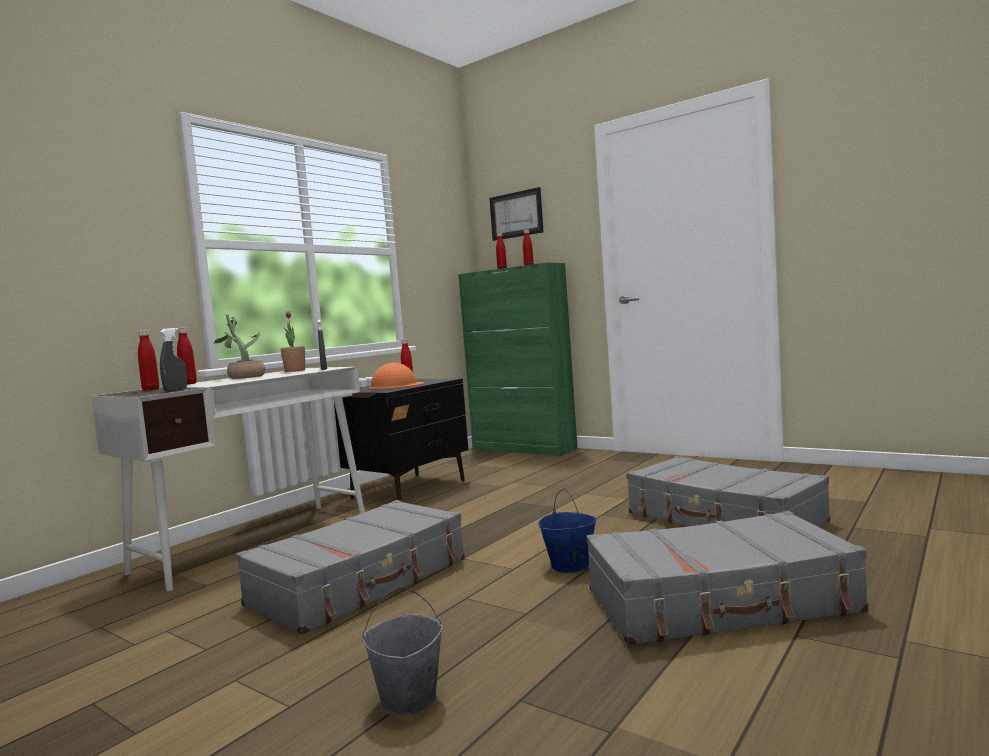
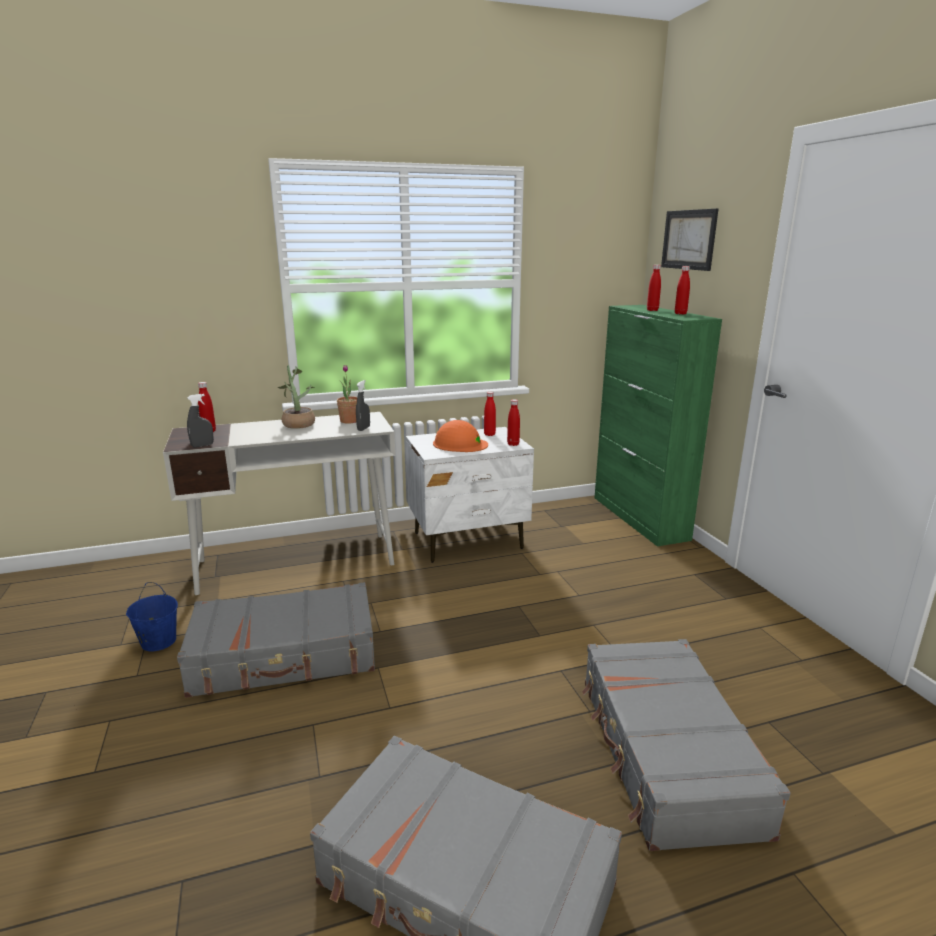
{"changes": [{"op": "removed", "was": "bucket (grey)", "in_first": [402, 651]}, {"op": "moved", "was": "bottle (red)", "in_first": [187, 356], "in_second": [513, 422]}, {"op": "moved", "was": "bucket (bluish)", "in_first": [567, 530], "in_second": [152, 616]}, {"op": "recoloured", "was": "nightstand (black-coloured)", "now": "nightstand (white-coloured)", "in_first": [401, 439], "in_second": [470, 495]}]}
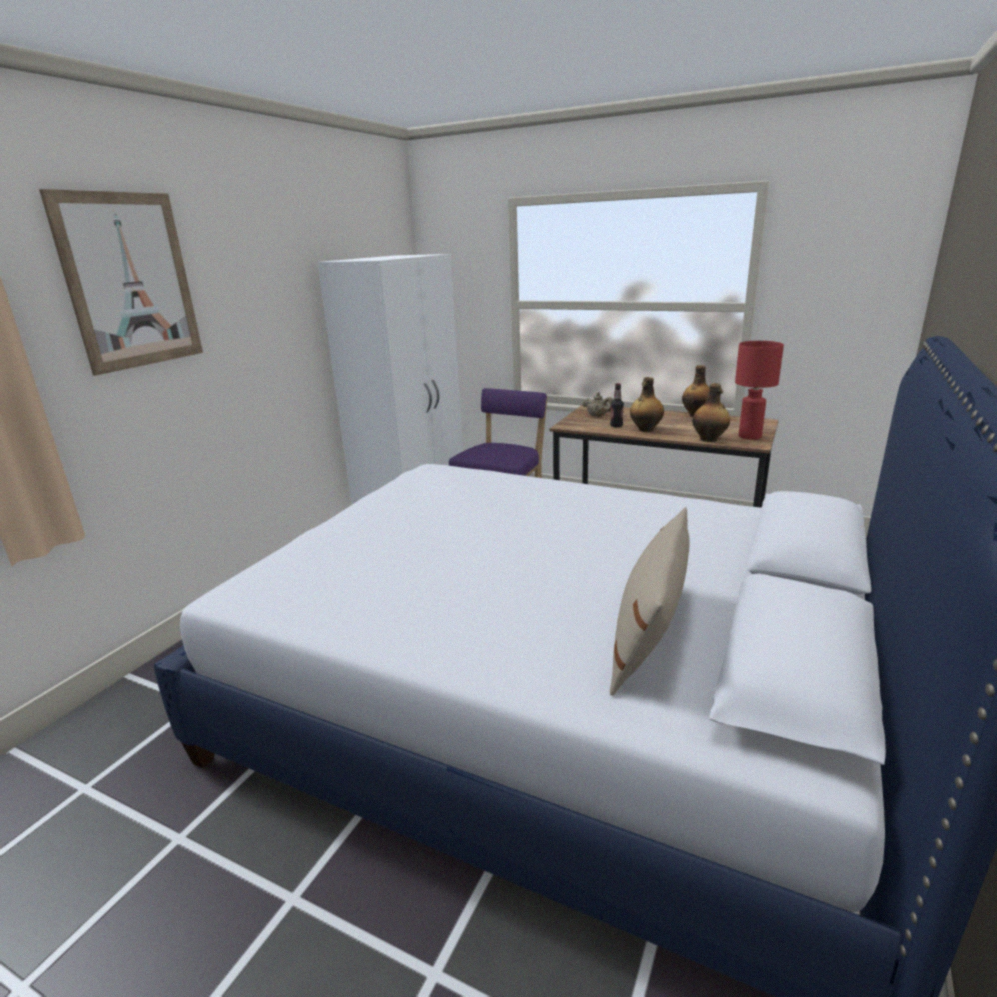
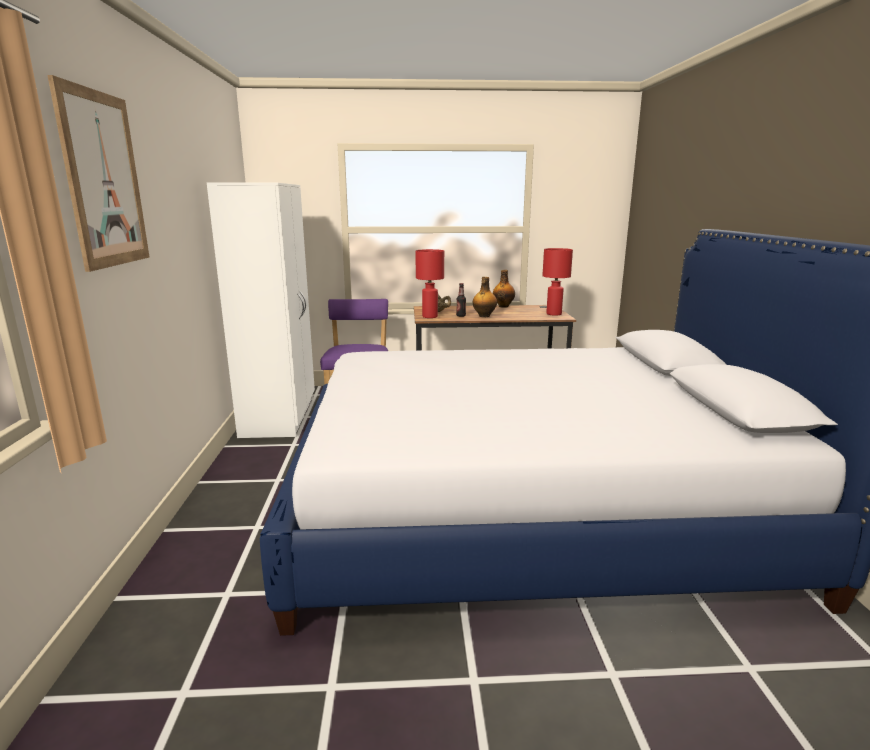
{"changes": [{"op": "removed", "was": "throw pillow (sand-coloured)", "in_first": [650, 601]}, {"op": "removed", "was": "bottle", "in_first": [711, 412]}, {"op": "added", "now": "lamp for a table (red)", "in_second": [429, 283]}]}
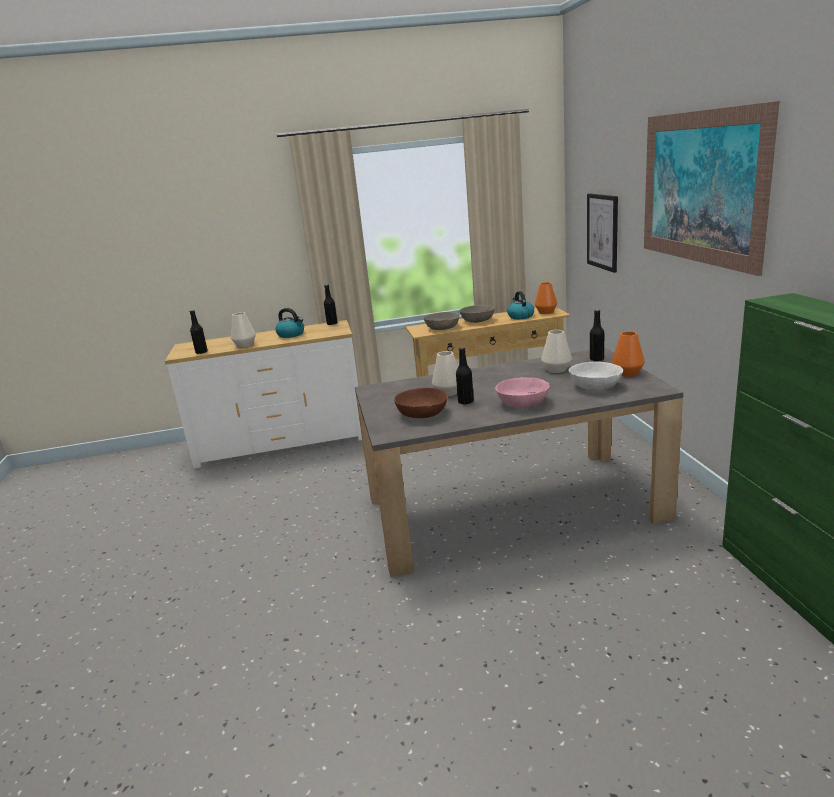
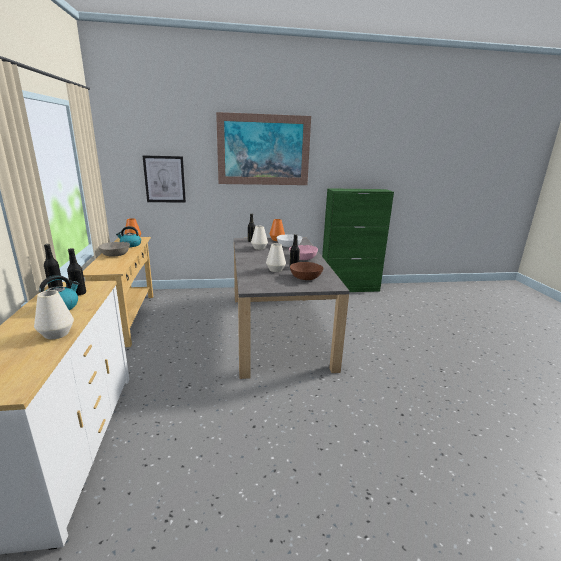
{"changes": [{"op": "removed", "was": "serving bowl (grey)", "in_first": [442, 321]}, {"op": "moved", "was": "bottle (black-coloured)", "in_first": [199, 332], "in_second": [76, 272]}]}
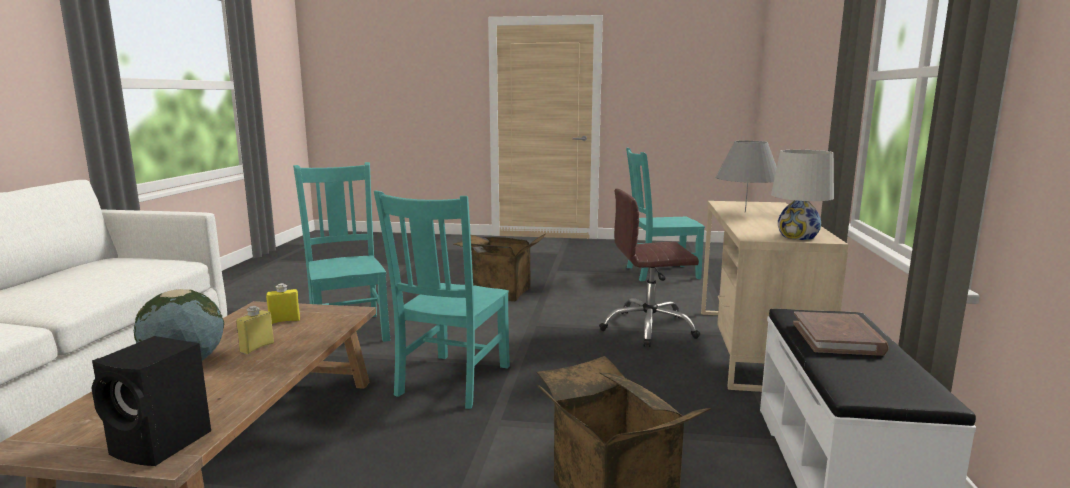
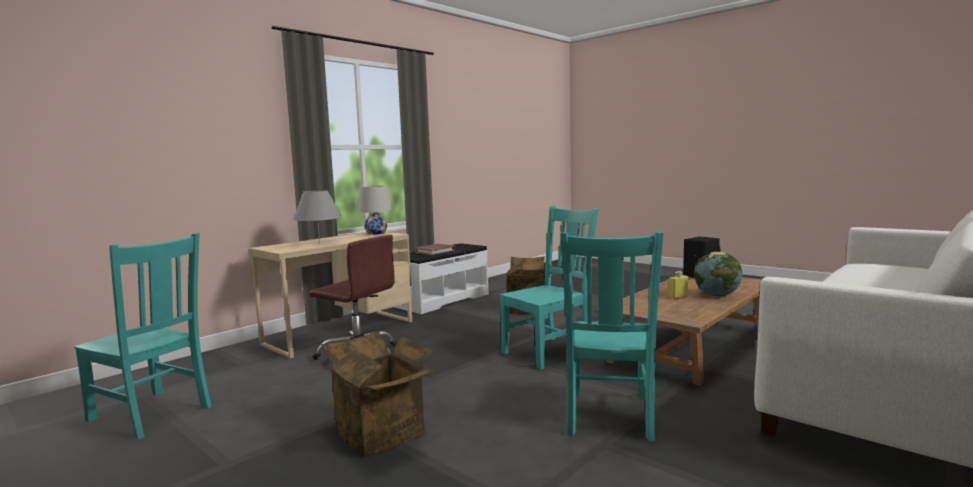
{"changes": [{"op": "removed", "was": "bottle (yellow)", "in_first": [283, 303]}]}
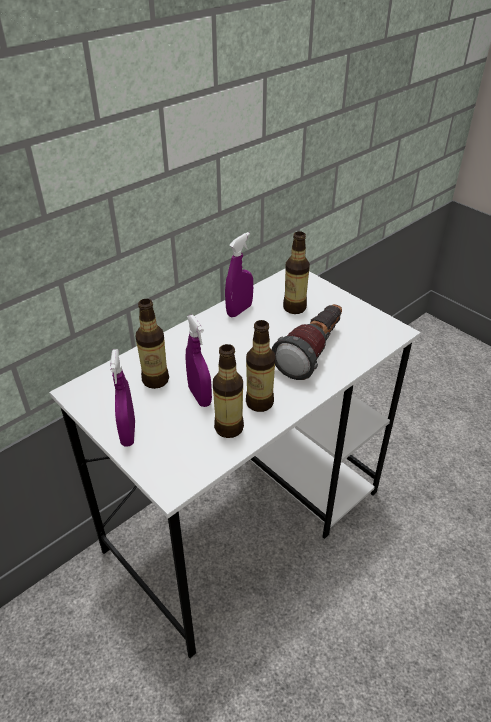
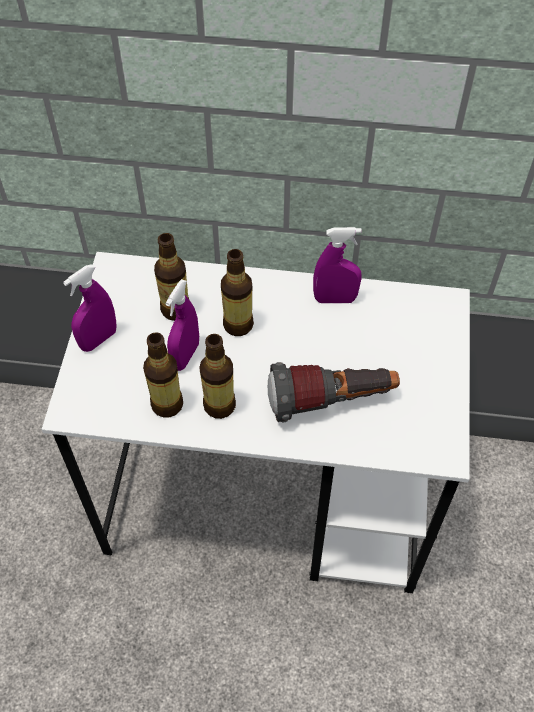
{"changes": [{"op": "moved", "was": "bottle", "in_first": [296, 272], "in_second": [237, 292]}]}
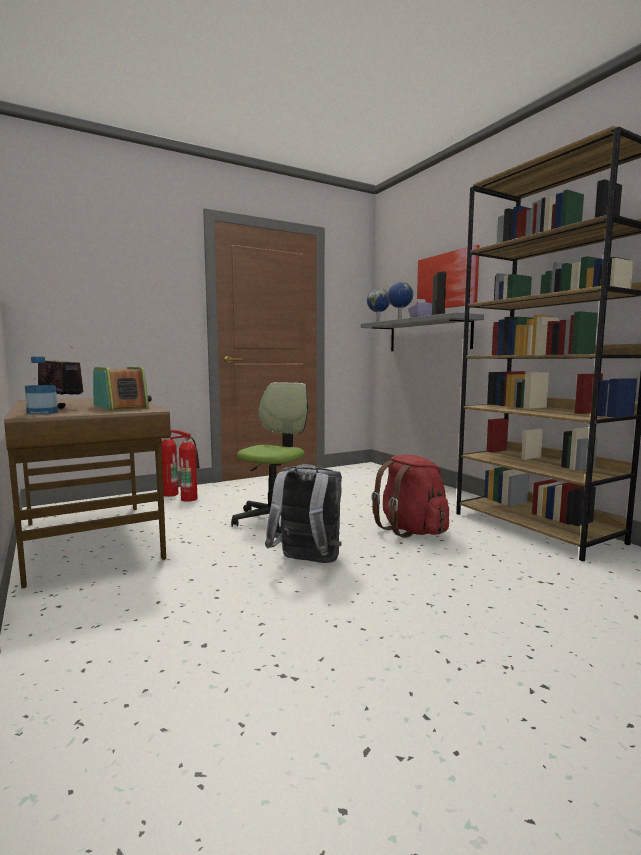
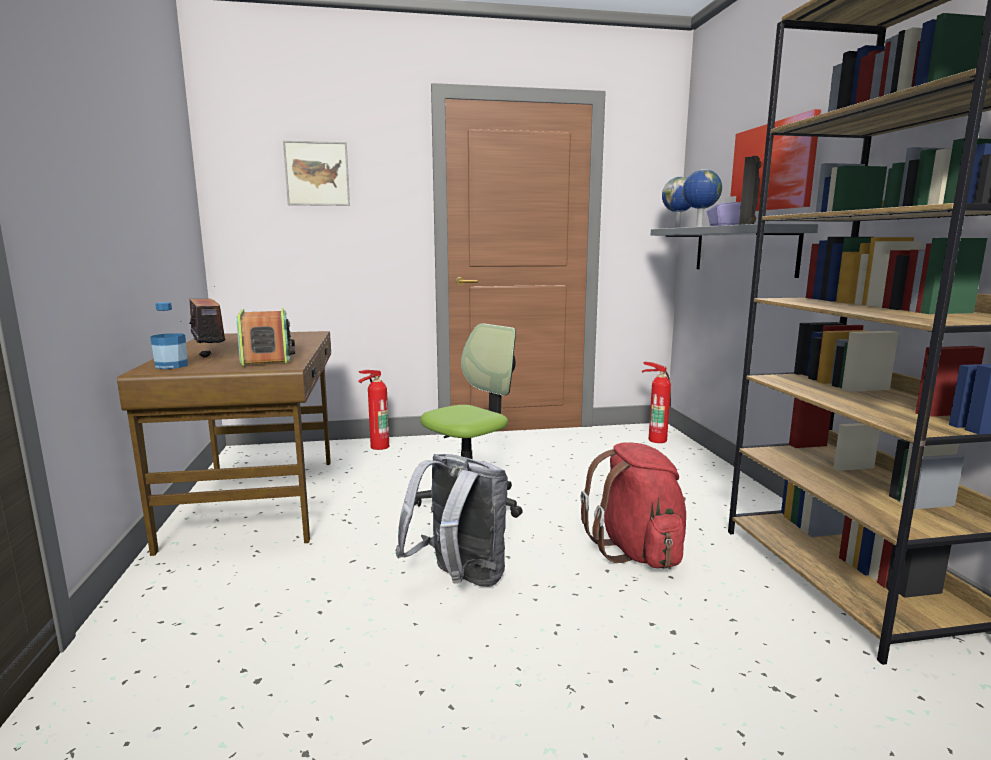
{"changes": [{"op": "added", "now": "wall art", "in_second": [316, 173]}, {"op": "moved", "was": "fire extinguisher", "in_first": [185, 466], "in_second": [656, 402]}]}
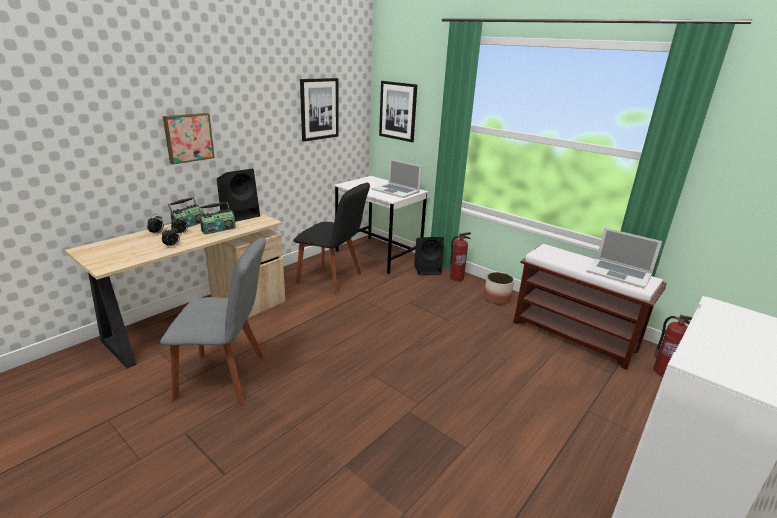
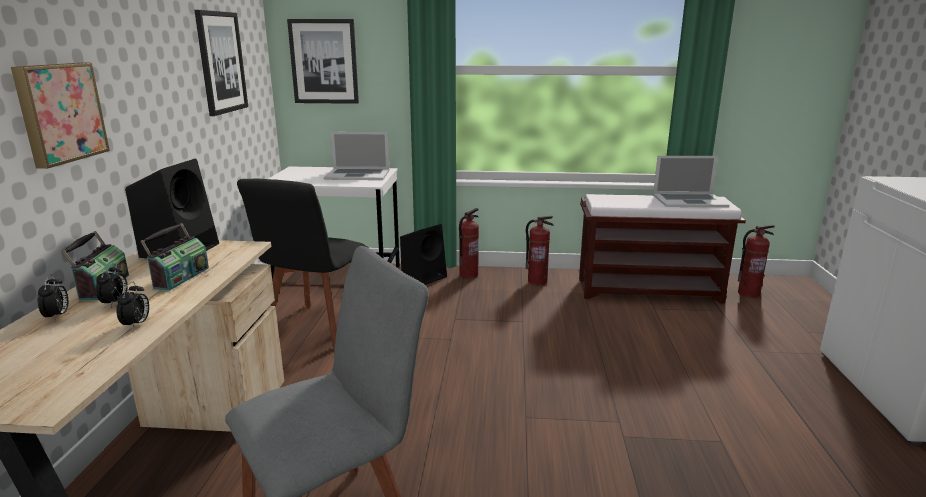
{"changes": [{"op": "replaced", "was": "planter", "now": "fire extinguisher", "in_first": [499, 288], "in_second": [540, 250]}, {"op": "turned", "was": "plain chair (black-coloured)", "in_first": [331, 239], "in_second": [303, 263], "clockwise": 120}]}
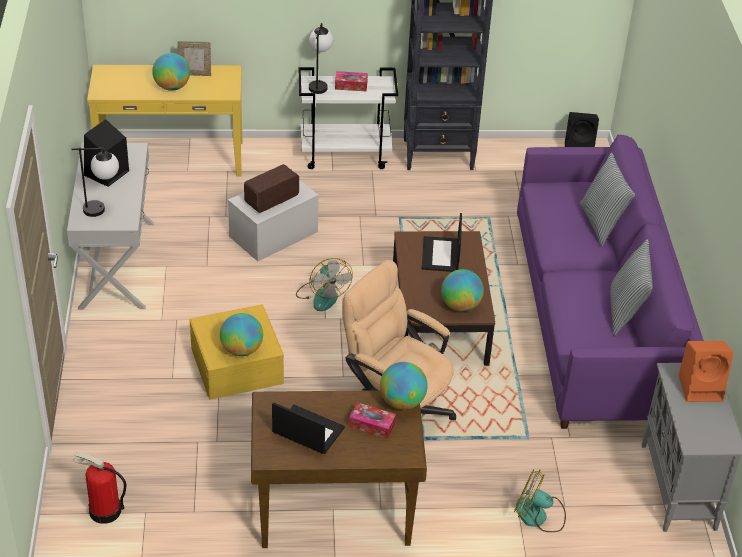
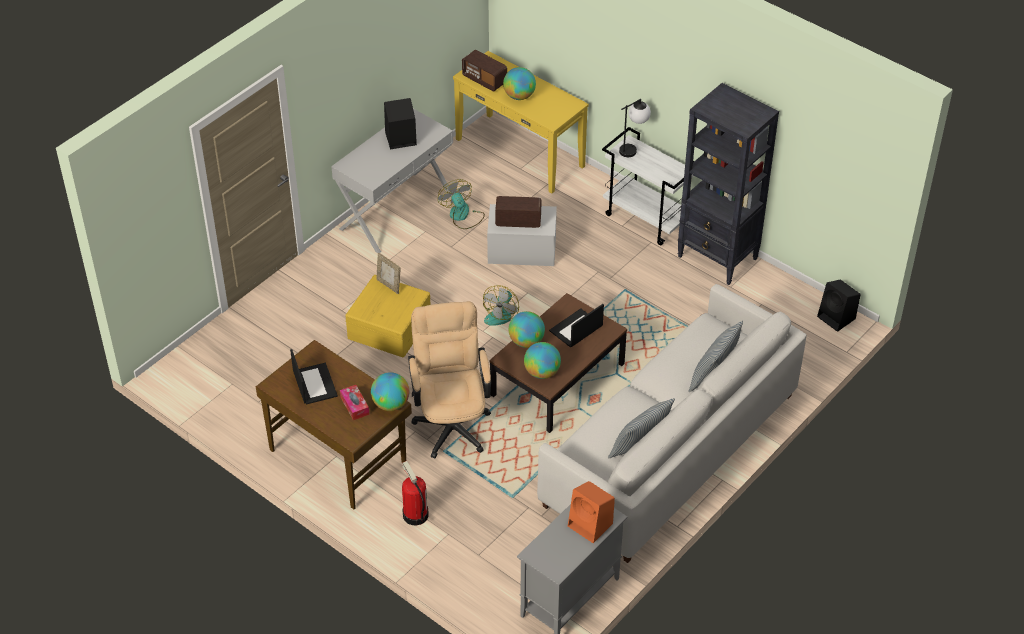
{"changes": [{"op": "removed", "was": "lamp for a table", "in_first": [95, 182]}, {"op": "removed", "was": "tissue holder", "in_first": [351, 81]}, {"op": "added", "now": "radio receiver", "in_second": [484, 70]}, {"op": "moved", "was": "fire extinguisher", "in_first": [99, 487], "in_second": [415, 493]}, {"op": "moved", "was": "picture frame", "in_first": [194, 58], "in_second": [388, 273]}, {"op": "moved", "was": "globe", "in_first": [241, 334], "in_second": [527, 329]}, {"op": "moved", "was": "fan", "in_first": [540, 500], "in_second": [461, 204]}, {"op": "recoloured", "was": "sofa (purple-coloured)", "now": "sofa (white-coloured)", "in_first": [610, 282], "in_second": [671, 423]}]}
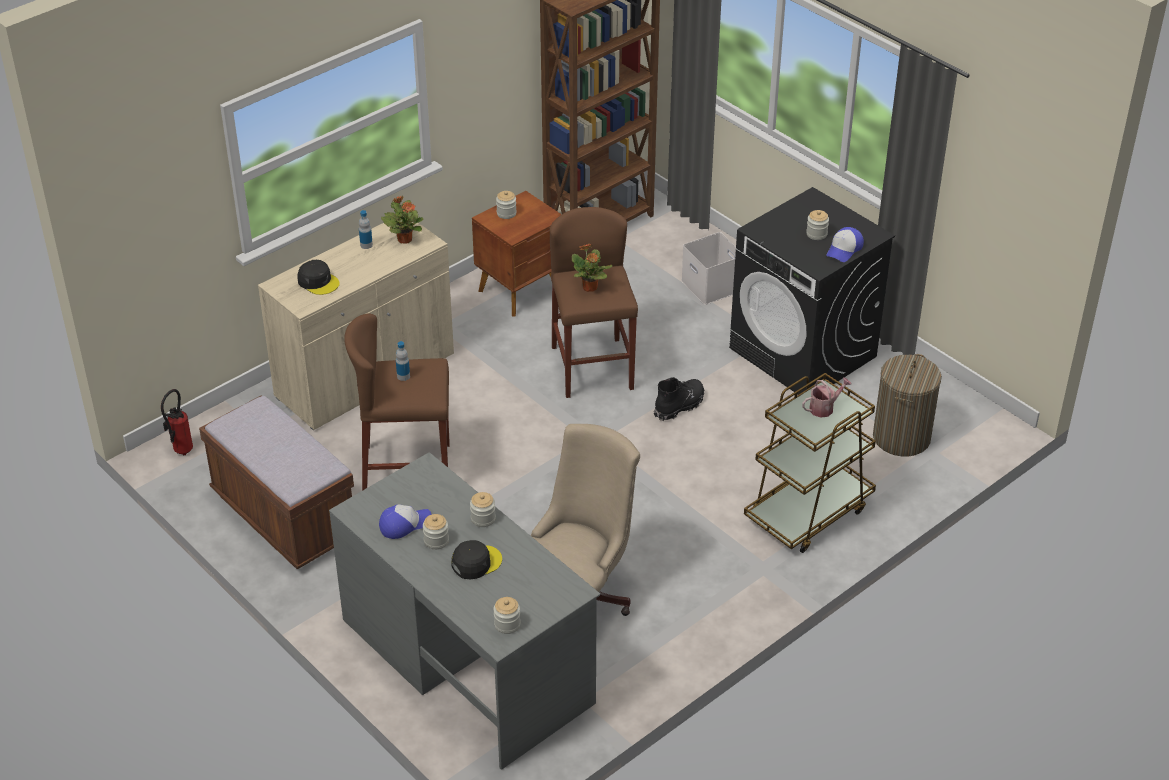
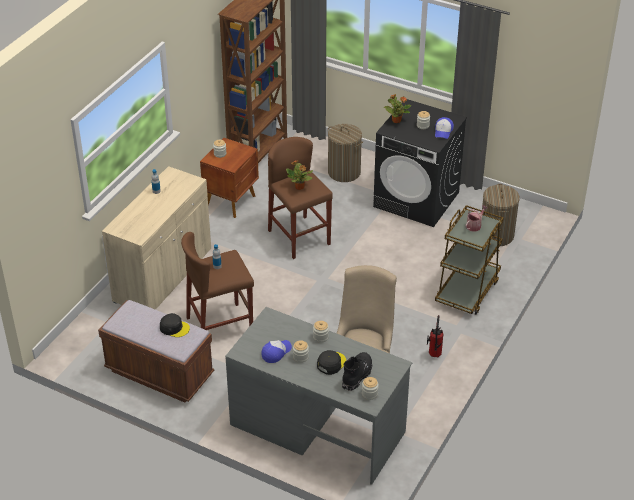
{"changes": [{"op": "moved", "was": "fire extinguisher", "in_first": [177, 422], "in_second": [435, 336]}, {"op": "moved", "was": "cap (black-coloured)", "in_first": [318, 277], "in_second": [175, 325]}, {"op": "moved", "was": "plant in a pot", "in_first": [402, 220], "in_second": [397, 108]}, {"op": "moved", "was": "high-top boot (black-coloured)", "in_first": [679, 399], "in_second": [357, 371]}, {"op": "replaced", "was": "storage container (white-coloured)", "now": "washing basket", "in_first": [708, 268], "in_second": [345, 153]}]}
